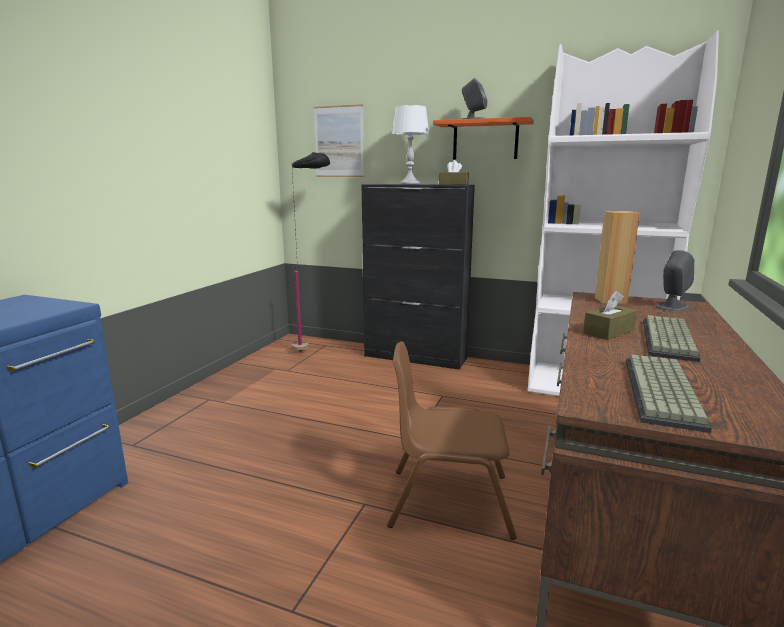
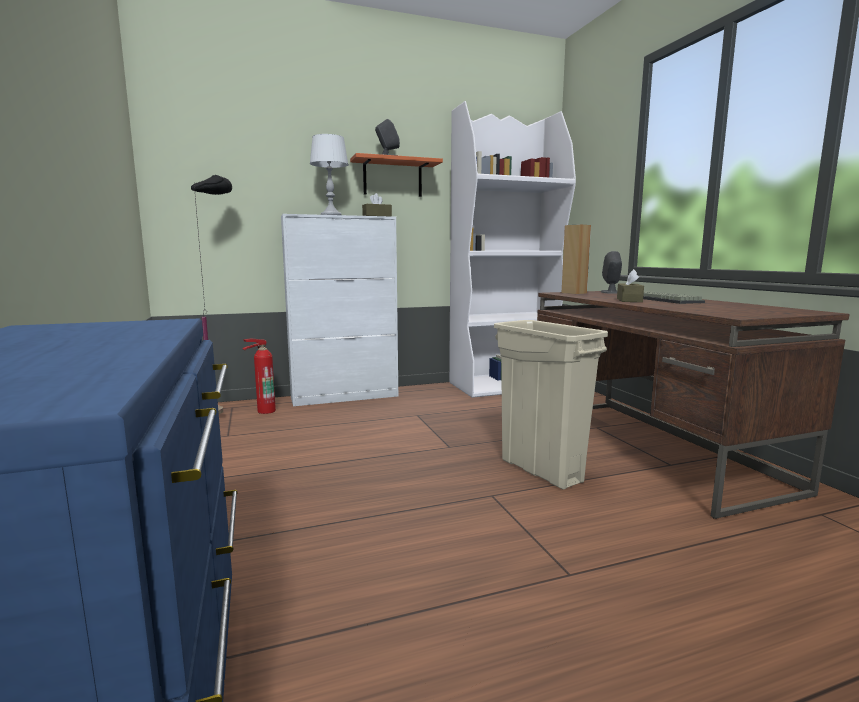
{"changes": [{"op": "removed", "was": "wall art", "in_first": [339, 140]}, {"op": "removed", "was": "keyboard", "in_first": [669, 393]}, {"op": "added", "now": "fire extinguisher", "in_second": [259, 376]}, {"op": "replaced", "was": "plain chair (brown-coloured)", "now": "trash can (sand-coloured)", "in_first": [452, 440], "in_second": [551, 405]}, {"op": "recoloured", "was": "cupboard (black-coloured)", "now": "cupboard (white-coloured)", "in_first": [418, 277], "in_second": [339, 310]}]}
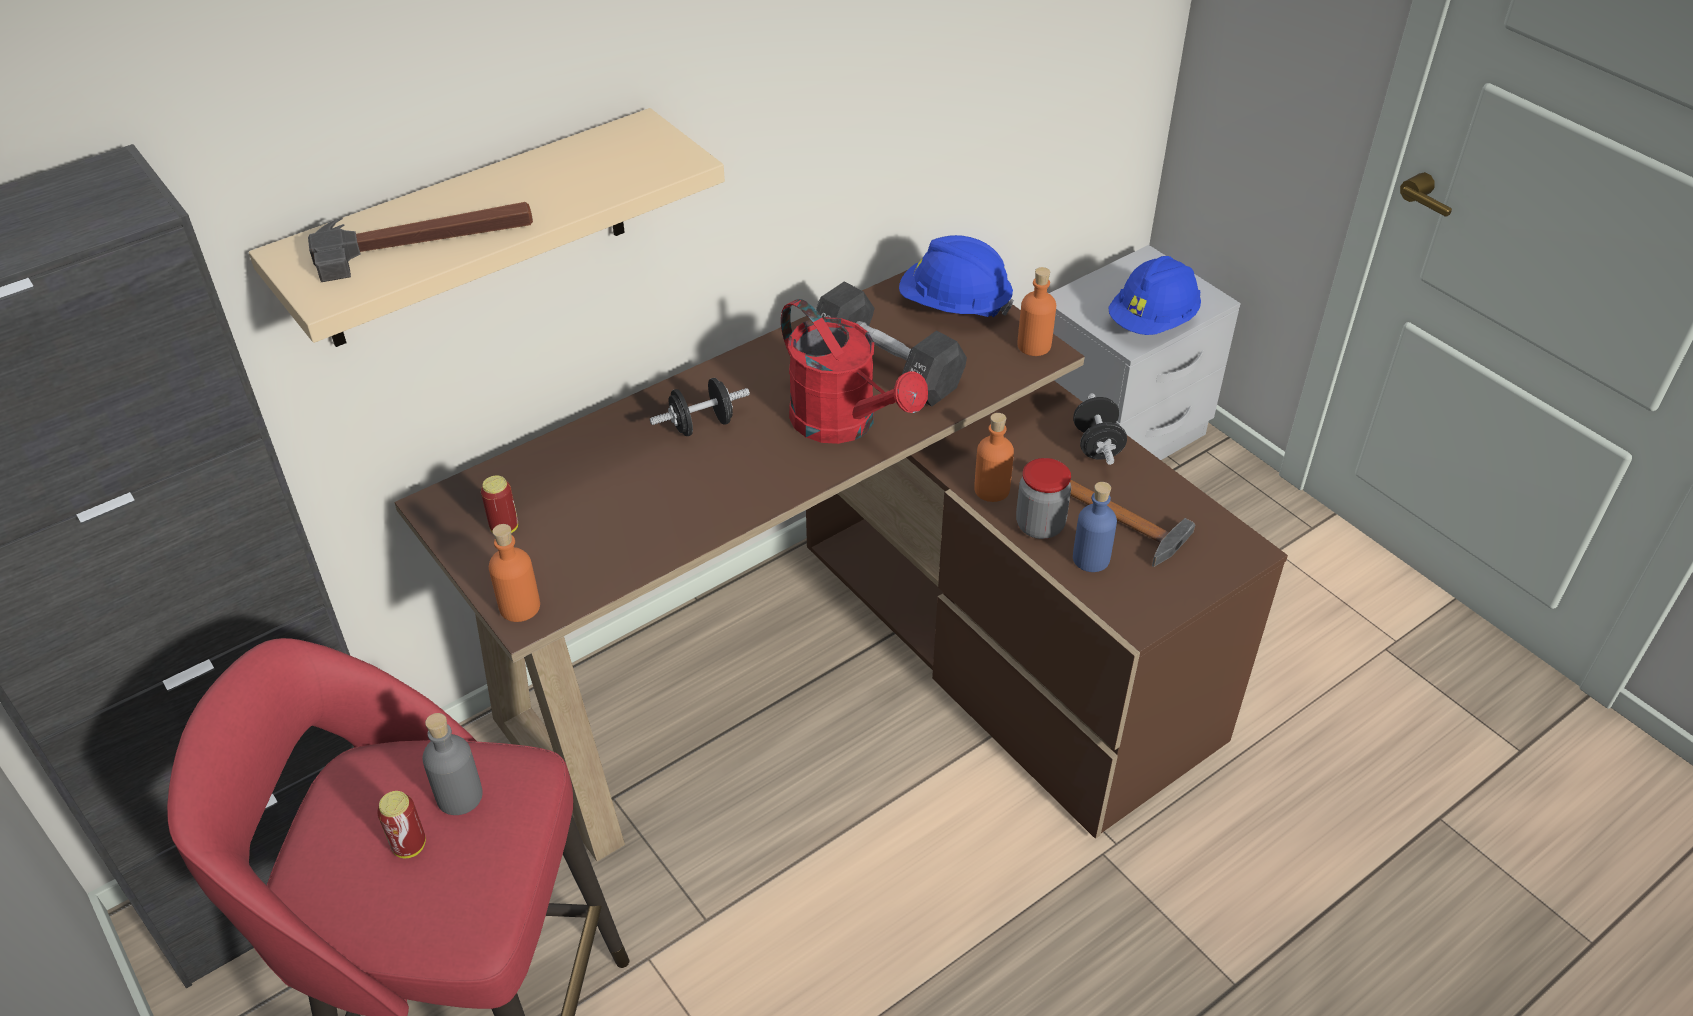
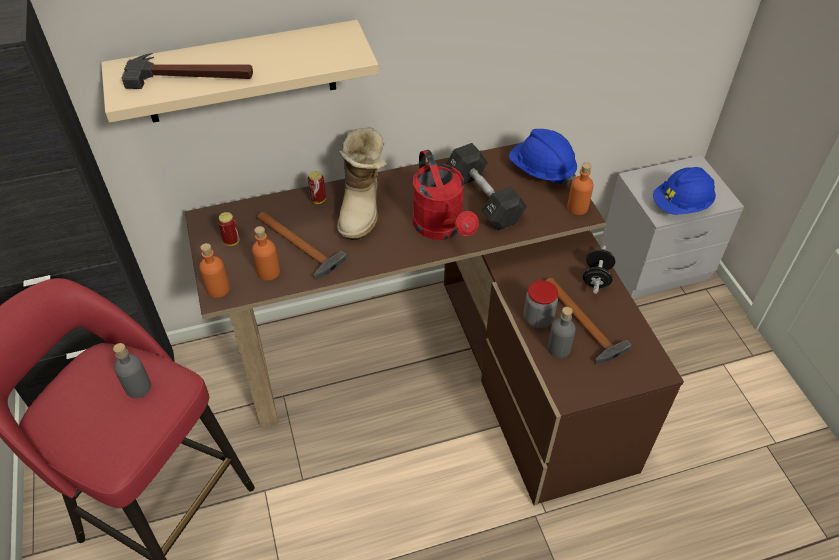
{"changes": [{"op": "added", "now": "hand hammer", "in_second": [302, 246]}, {"op": "moved", "was": "sealed can", "in_first": [401, 824], "in_second": [317, 187]}, {"op": "moved", "was": "bottle (orangey)", "in_first": [994, 457], "in_second": [266, 253]}, {"op": "replaced", "was": "hand weight (black-coloured)", "now": "high-top boot", "in_first": [700, 407], "in_second": [362, 183]}, {"op": "recoloured", "was": "bottle (bluish)", "now": "bottle (grey)", "in_first": [1095, 527], "in_second": [562, 332]}]}
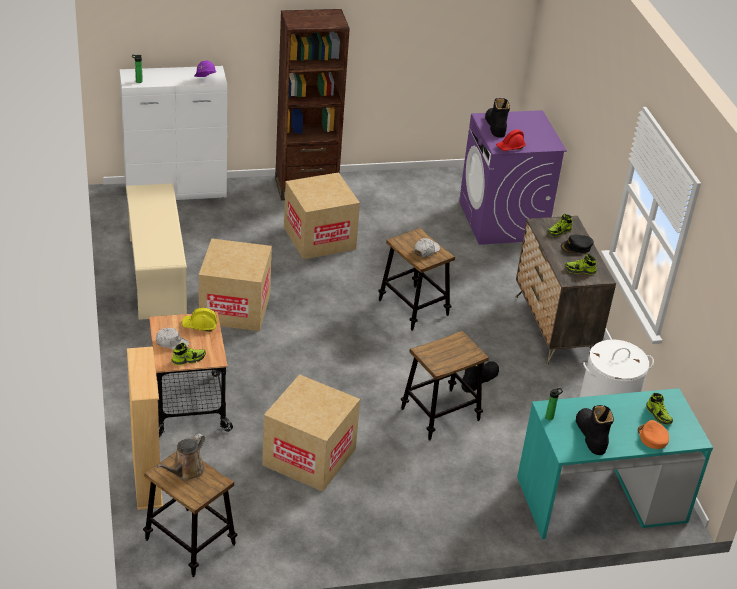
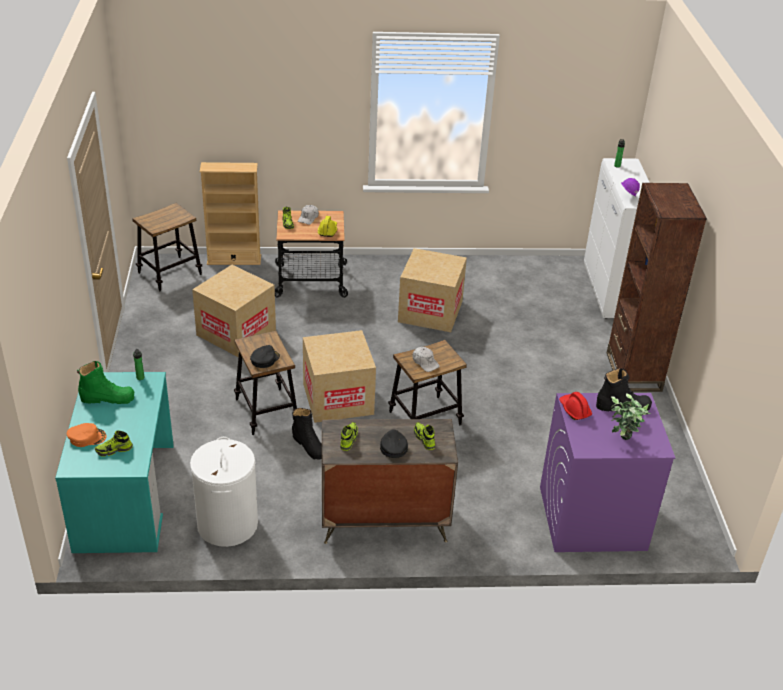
{"changes": [{"op": "removed", "was": "shoe stand (sand-coloured)", "in_first": [156, 251]}, {"op": "removed", "was": "watering can (brown-coloured)", "in_first": [181, 456]}, {"op": "added", "now": "cap (black-coloured)", "in_second": [265, 356]}, {"op": "added", "now": "plant in a pot", "in_second": [630, 416]}, {"op": "moved", "was": "cardboard box", "in_first": [322, 216], "in_second": [339, 376]}, {"op": "recoloured", "was": "high-top boot (black-coloured)", "now": "high-top boot (greenish)", "in_first": [595, 430], "in_second": [105, 382]}]}
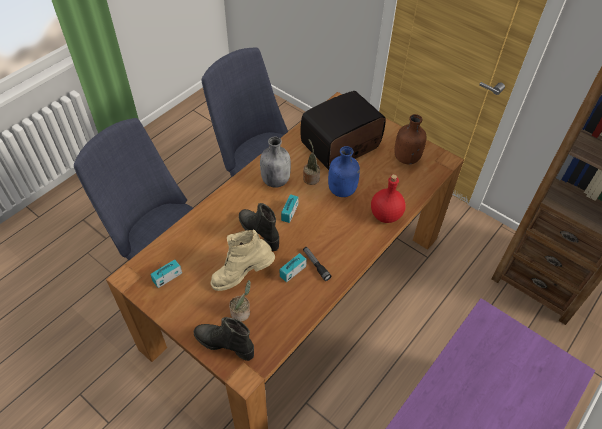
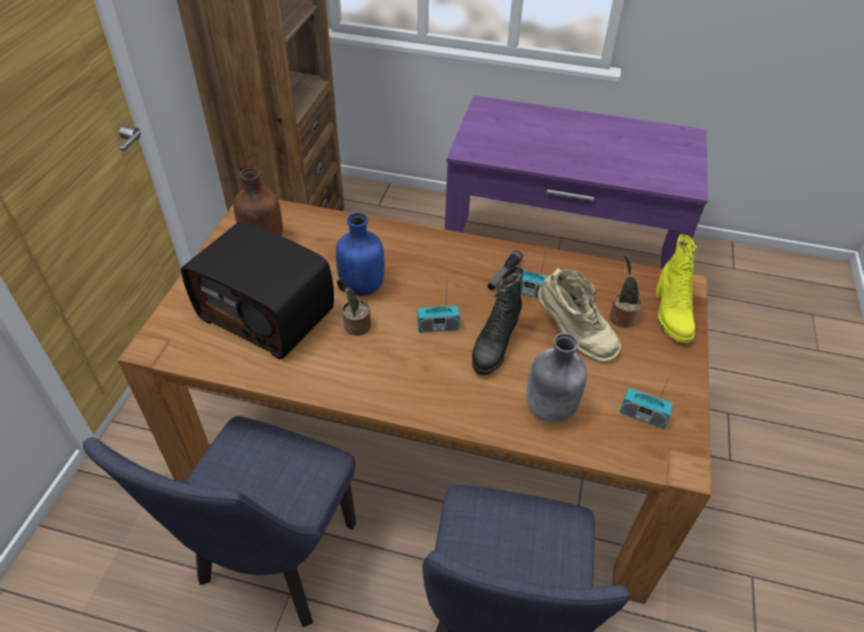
{"changes": [{"op": "removed", "was": "bottle (red)", "in_first": [388, 198]}, {"op": "moved", "was": "bottle (grey)", "in_first": [275, 162], "in_second": [557, 378]}, {"op": "recoloured", "was": "high-top boot (black-coloured)", "now": "high-top boot (yellow)", "in_first": [224, 339], "in_second": [676, 289]}]}
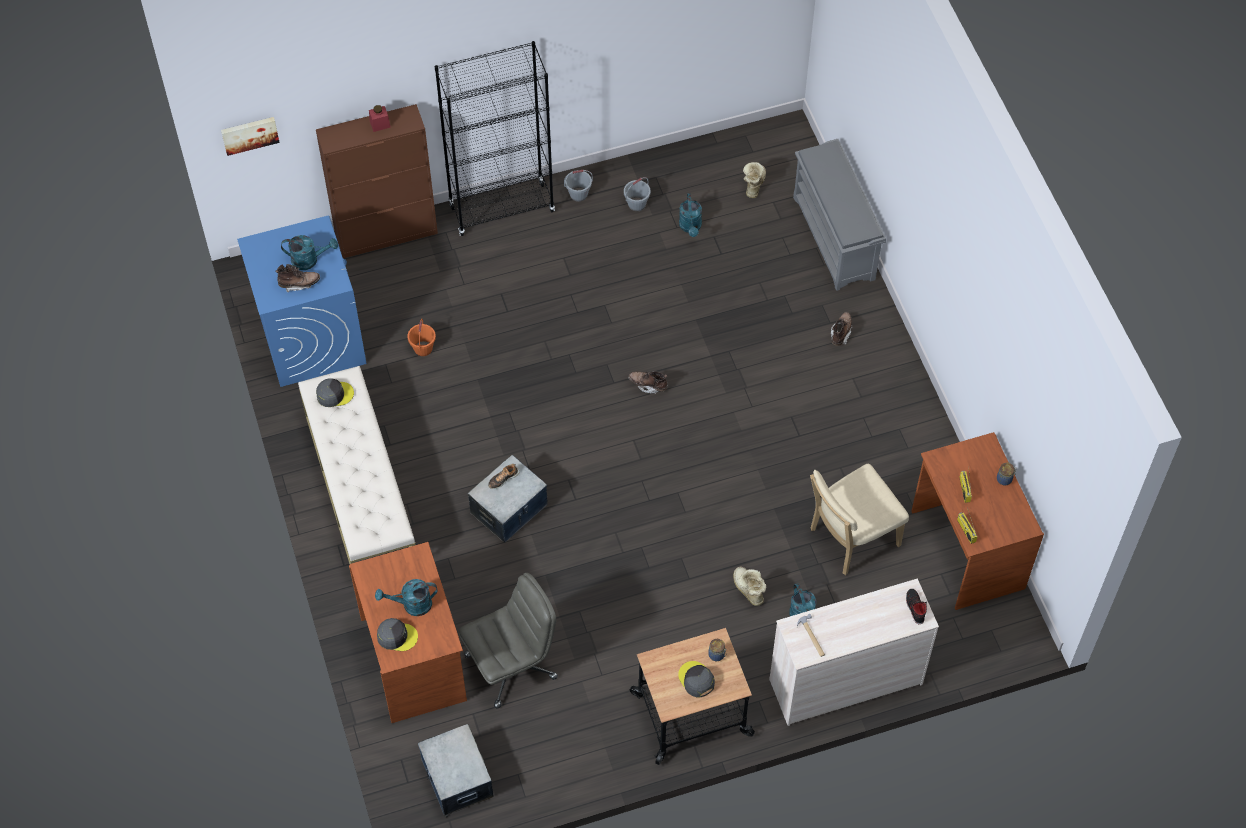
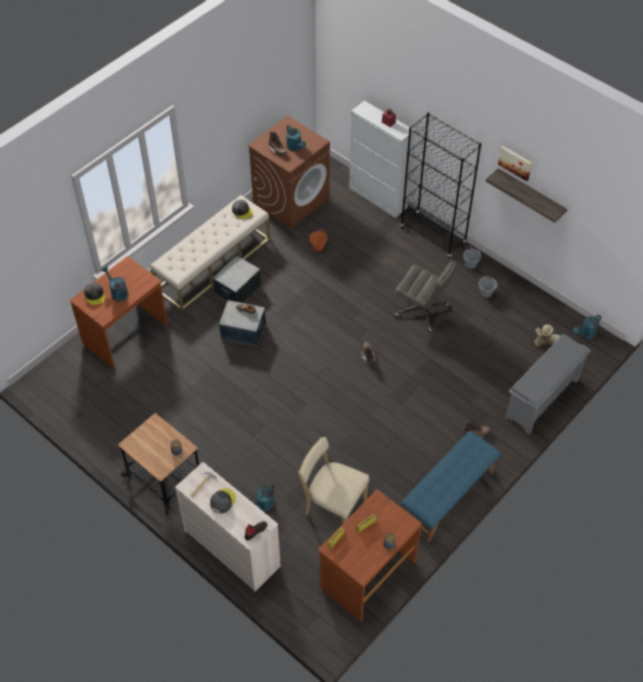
{"changes": [{"op": "removed", "was": "high-top boot", "in_first": [749, 586]}, {"op": "added", "now": "bench (bluish)", "in_second": [451, 486]}, {"op": "added", "now": "shelf", "in_second": [526, 195]}, {"op": "moved", "was": "wall art", "in_first": [250, 136], "in_second": [515, 163]}, {"op": "moved", "was": "storage container", "in_first": [455, 770], "in_second": [236, 279]}, {"op": "moved", "was": "office chair (grey)", "in_first": [508, 641], "in_second": [425, 296]}, {"op": "moved", "was": "cap (grey)", "in_first": [696, 679], "in_second": [223, 501]}, {"op": "moved", "was": "watering can (turquoise)", "in_first": [690, 215], "in_second": [587, 327]}, {"op": "recoloured", "was": "laundry appliance (bluish)", "now": "laundry appliance (brown-coloured)", "in_first": [301, 301], "in_second": [289, 172]}, {"op": "recoloured", "was": "cupboard (brown-coloured)", "now": "cupboard (white-coloured)", "in_first": [377, 181], "in_second": [381, 159]}]}
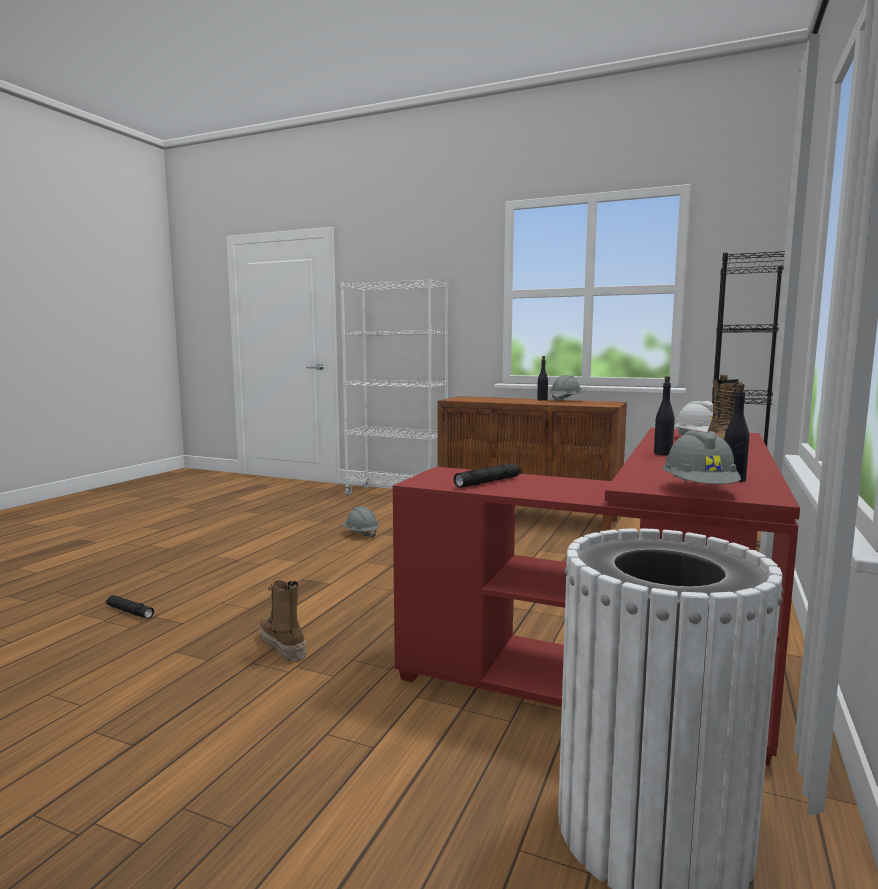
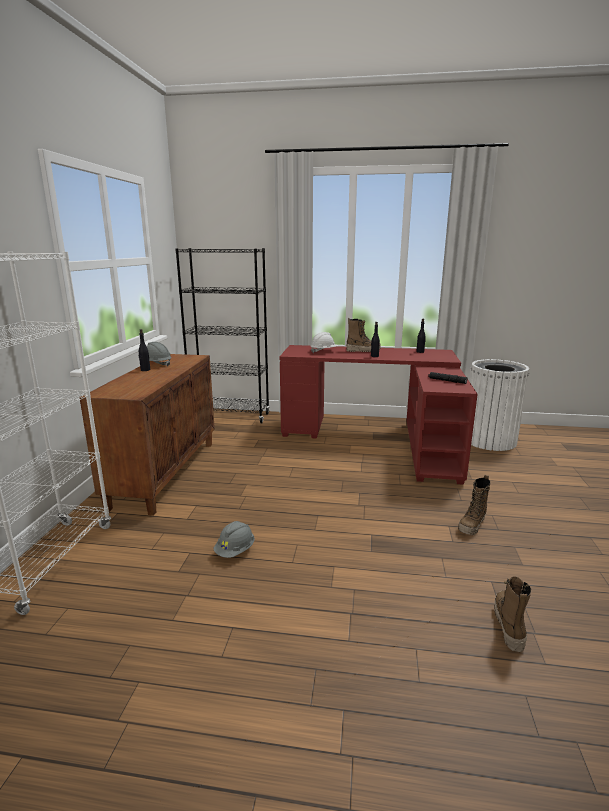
{"changes": [{"op": "removed", "was": "safety helmet (grey)", "in_first": [702, 457]}, {"op": "replaced", "was": "torch (black-coloured)", "now": "high-top boot", "in_first": [130, 607], "in_second": [512, 614]}]}
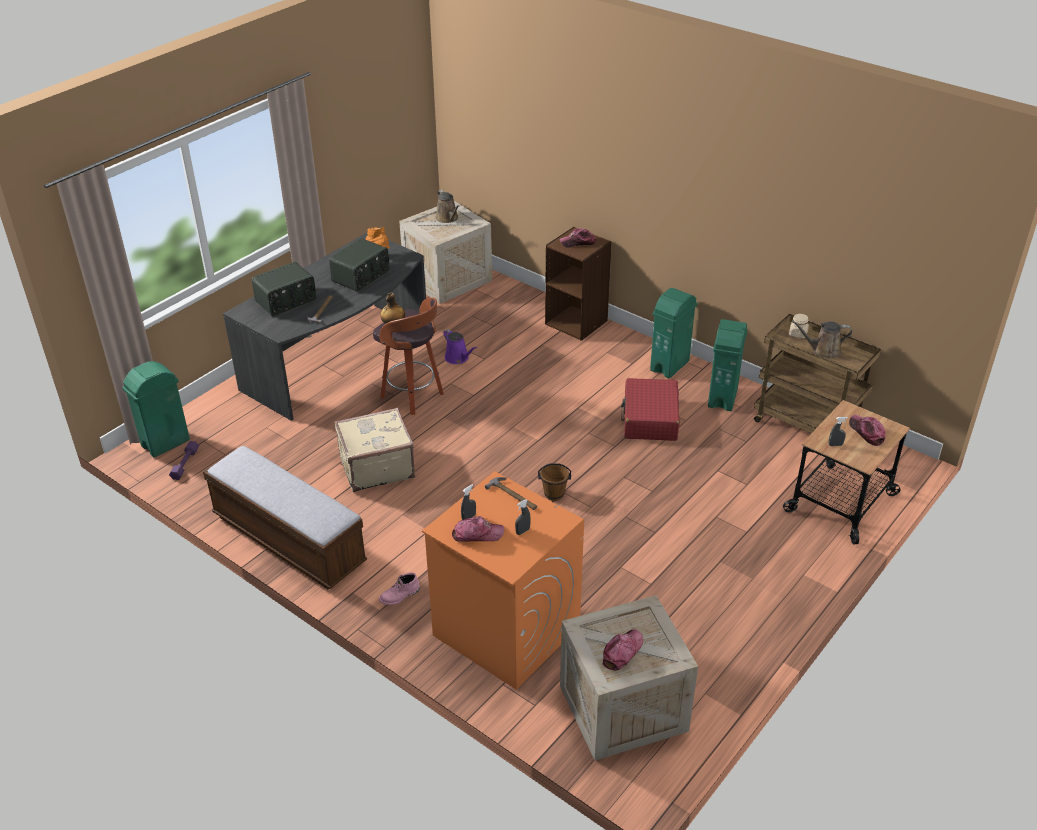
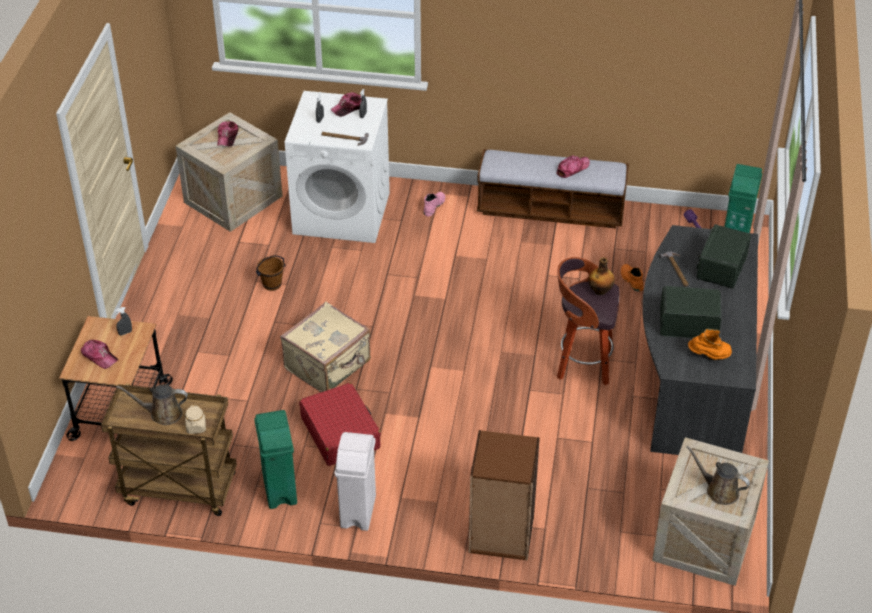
{"changes": [{"op": "removed", "was": "watering can (purple-coloured)", "in_first": [460, 346]}, {"op": "added", "now": "high-top boot (orangey)", "in_second": [632, 278]}, {"op": "moved", "was": "suitcase (sand-coloured)", "in_first": [375, 450], "in_second": [325, 346]}, {"op": "moved", "was": "bucket (brown-coloured)", "in_first": [554, 482], "in_second": [271, 273]}, {"op": "moved", "was": "cap", "in_first": [577, 238], "in_second": [573, 166]}, {"op": "recoloured", "was": "laundry appliance (orangey)", "now": "laundry appliance (white-coloured)", "in_first": [503, 580], "in_second": [337, 167]}, {"op": "recoloured", "was": "trash can (greenish)", "now": "trash can (white-coloured)", "in_first": [673, 333], "in_second": [355, 481]}, {"op": "turned", "was": "radio receiver", "in_first": [359, 265], "in_second": [691, 312], "clockwise": 90}, {"op": "turned", "was": "watering can (brown-coloured)", "in_first": [822, 340], "in_second": [152, 405], "clockwise": -150}]}
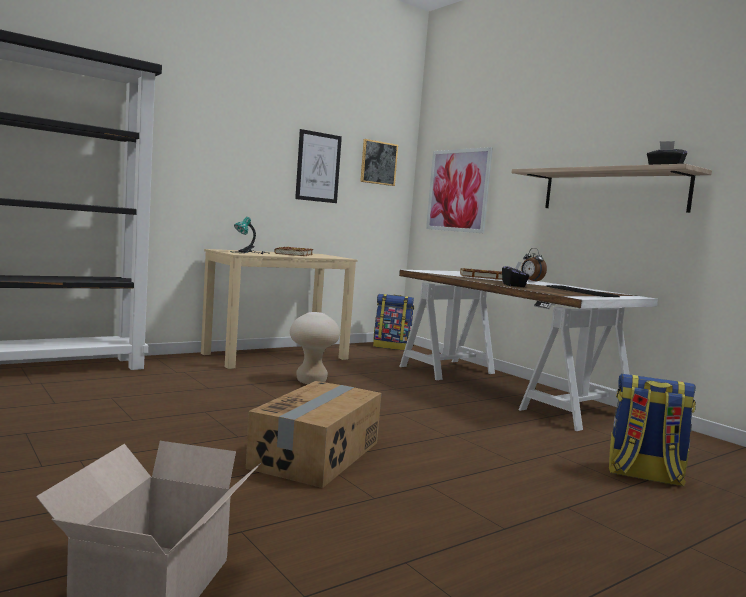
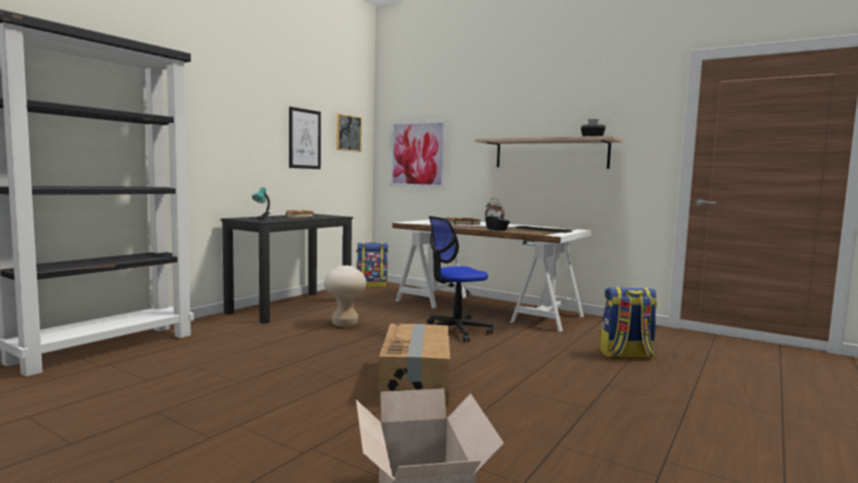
{"changes": [{"op": "added", "now": "office chair", "in_second": [460, 279]}, {"op": "recoloured", "was": "desk (sand-coloured)", "now": "desk (black-coloured)", "in_first": [279, 309], "in_second": [287, 269]}]}
